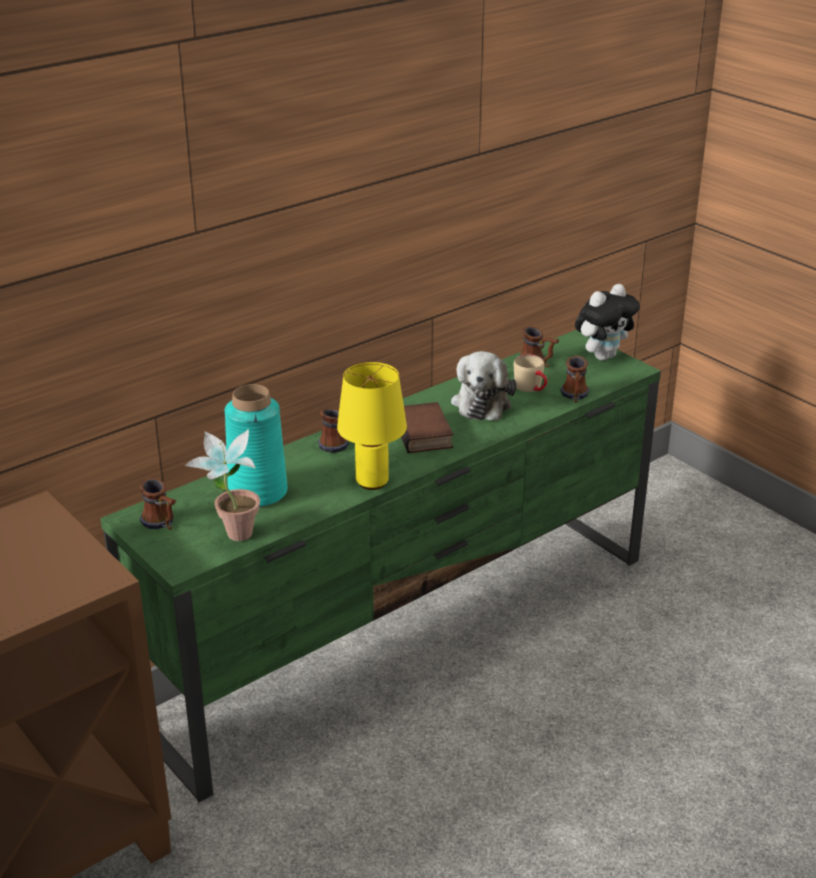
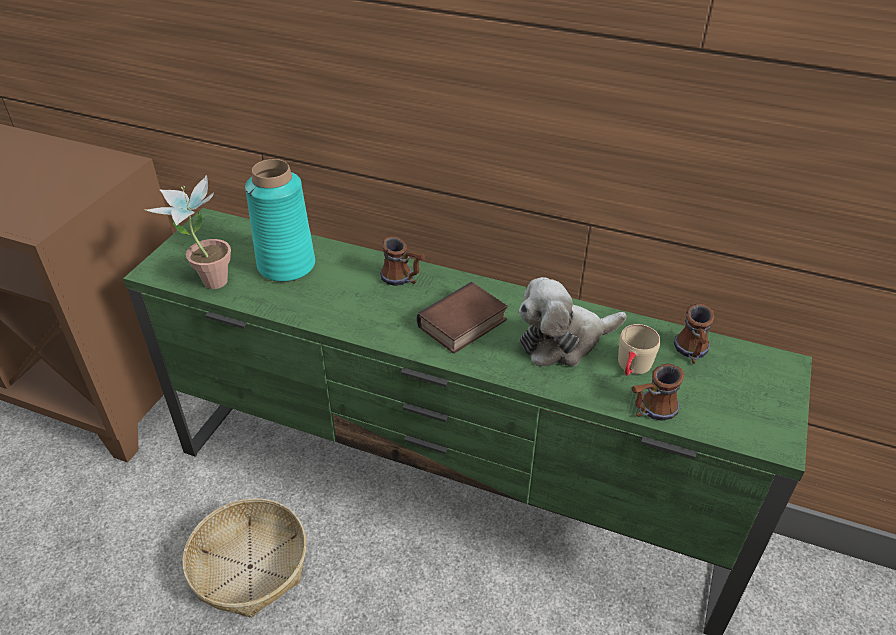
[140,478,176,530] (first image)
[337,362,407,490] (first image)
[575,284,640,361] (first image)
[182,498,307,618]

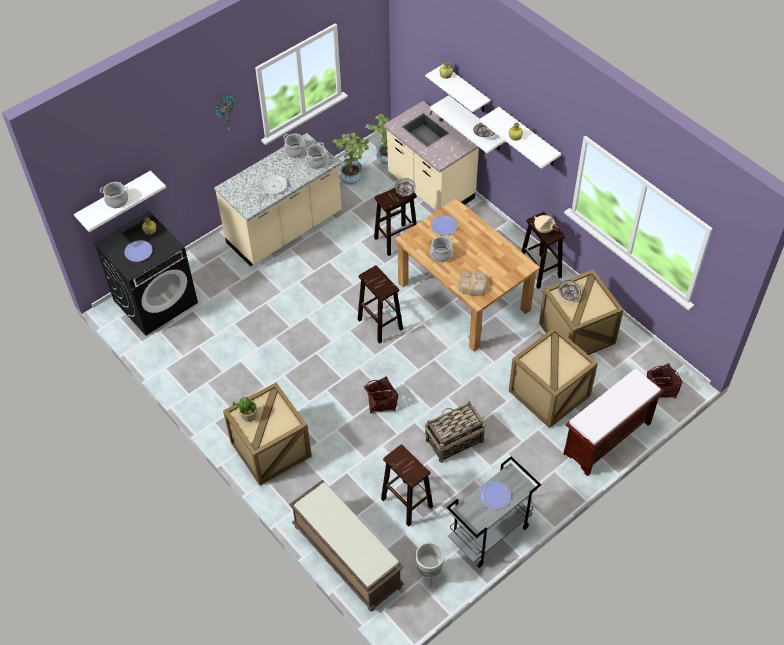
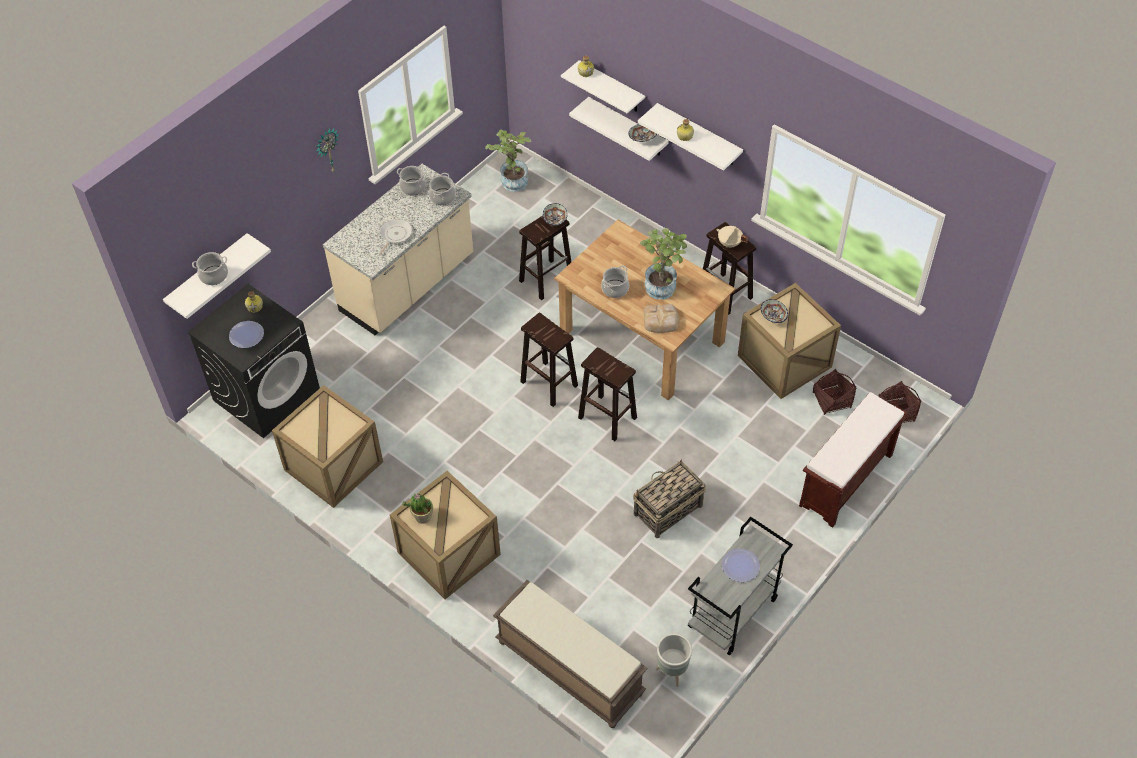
[383,101,479,211] (first image)
[431,215,458,236] (first image)
[640,228,687,300]
[813,369,856,415]
[578,347,637,441]
[272,385,383,508]

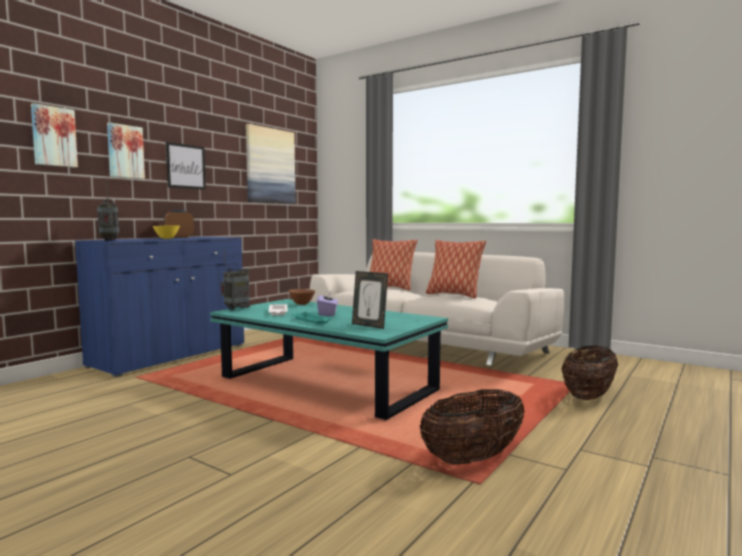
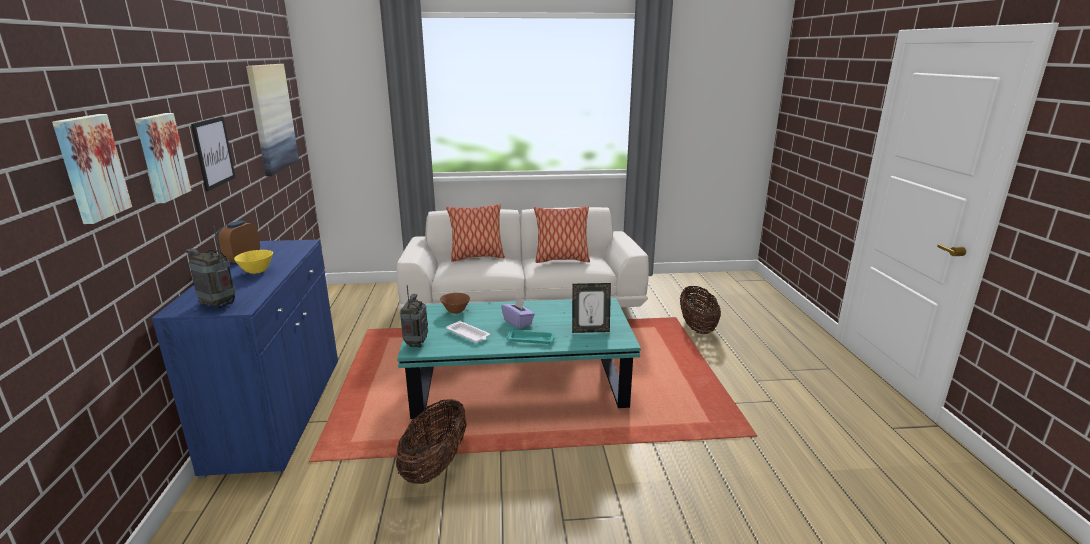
[396,399,467,484]

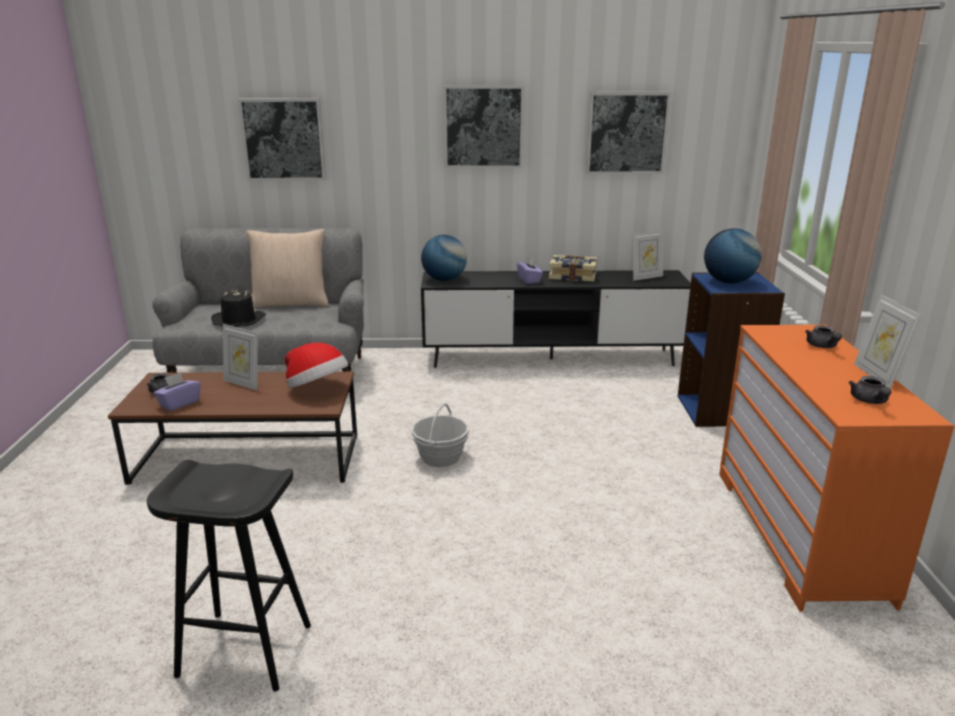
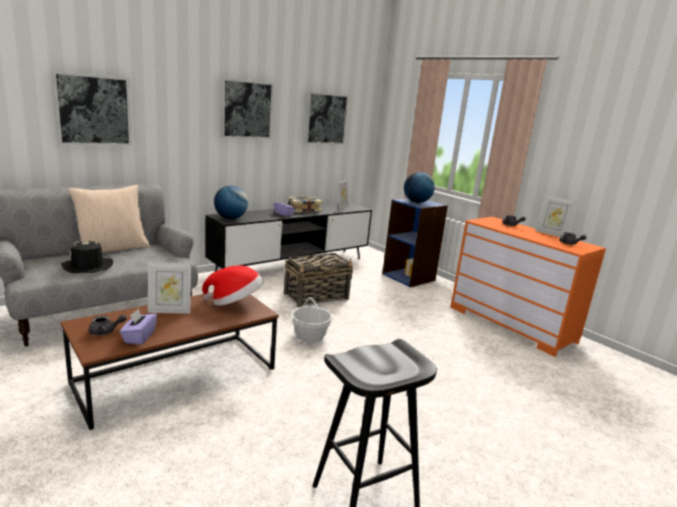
[284,253,353,307]

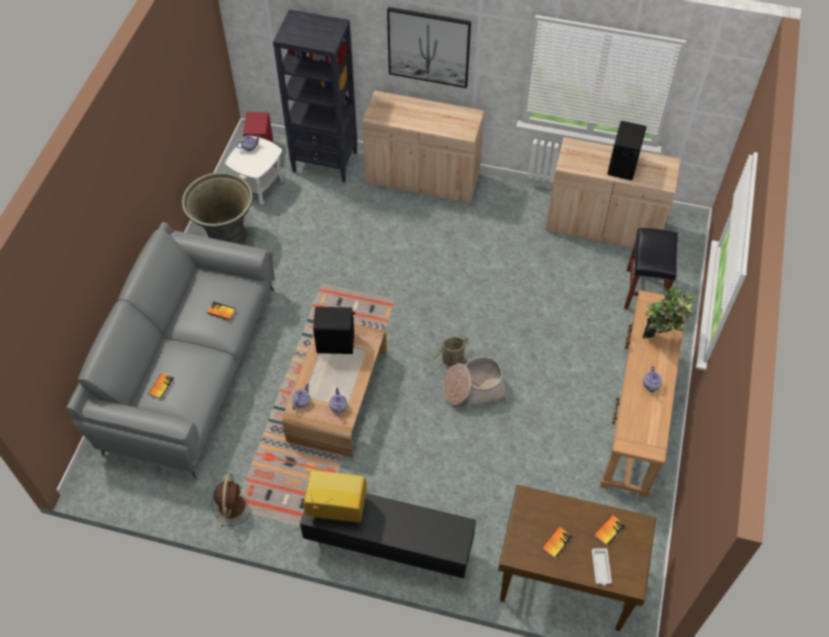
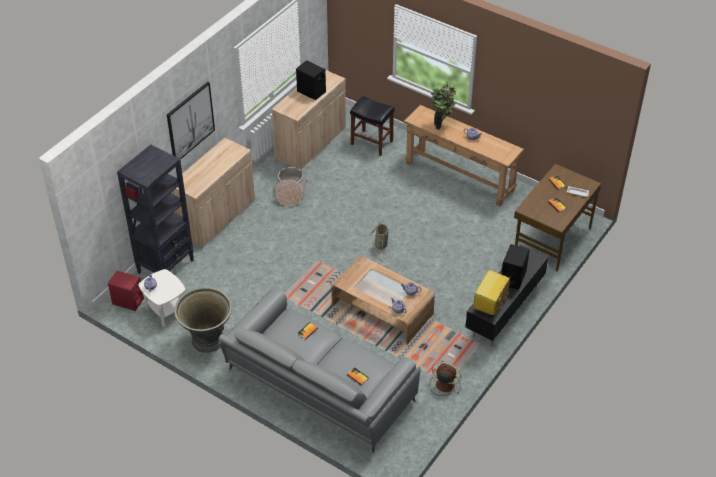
[501,244,530,290]
[275,167,307,206]

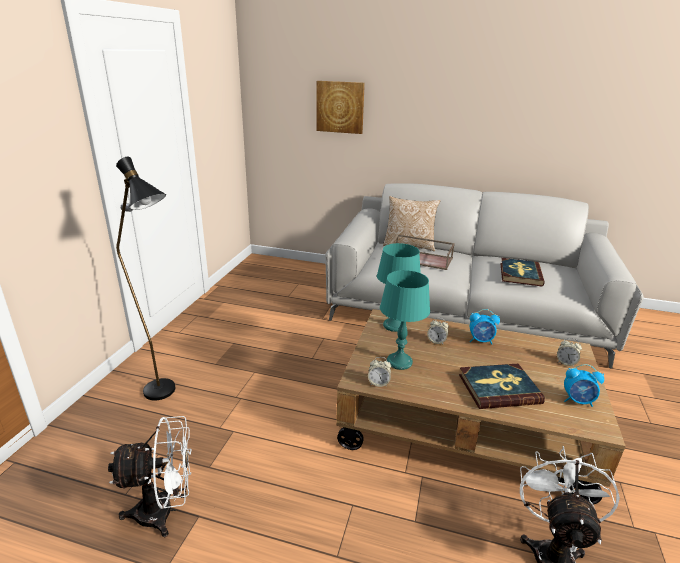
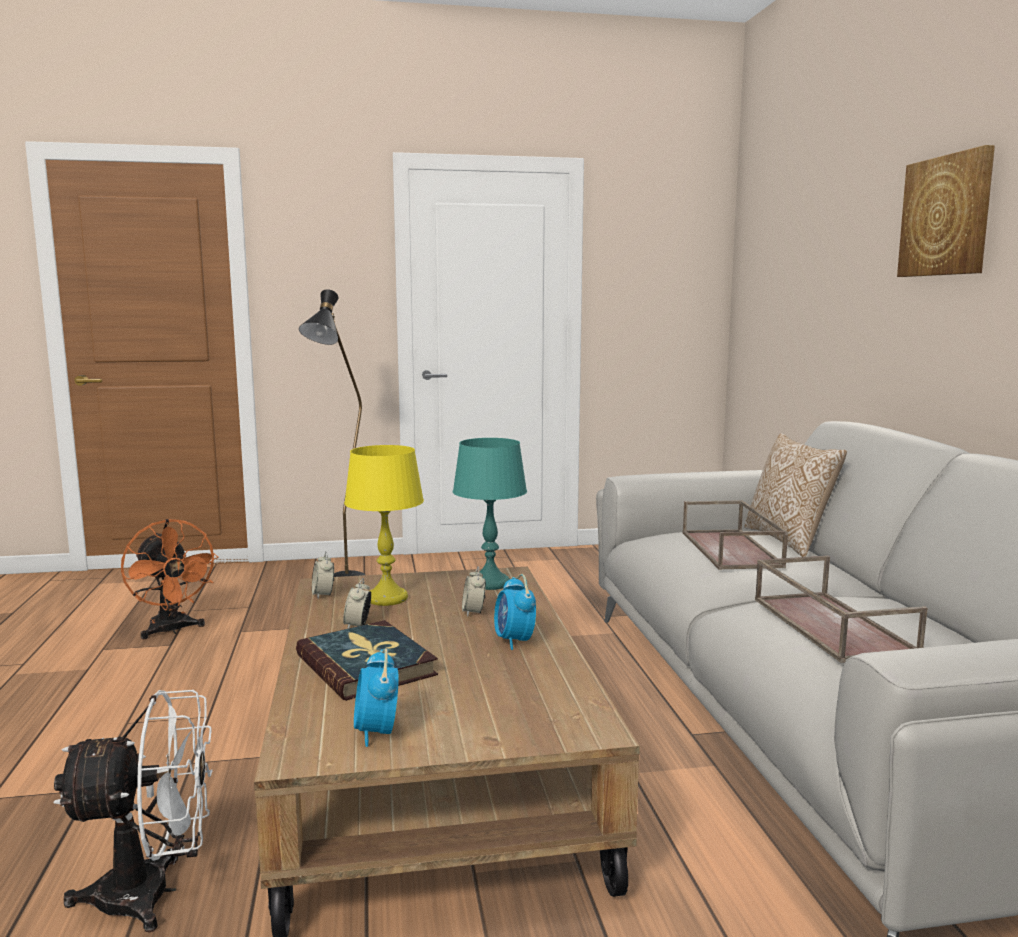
[897,145,995,277]
[343,578,371,628]
[755,556,927,663]
[121,519,218,639]
[344,445,424,606]

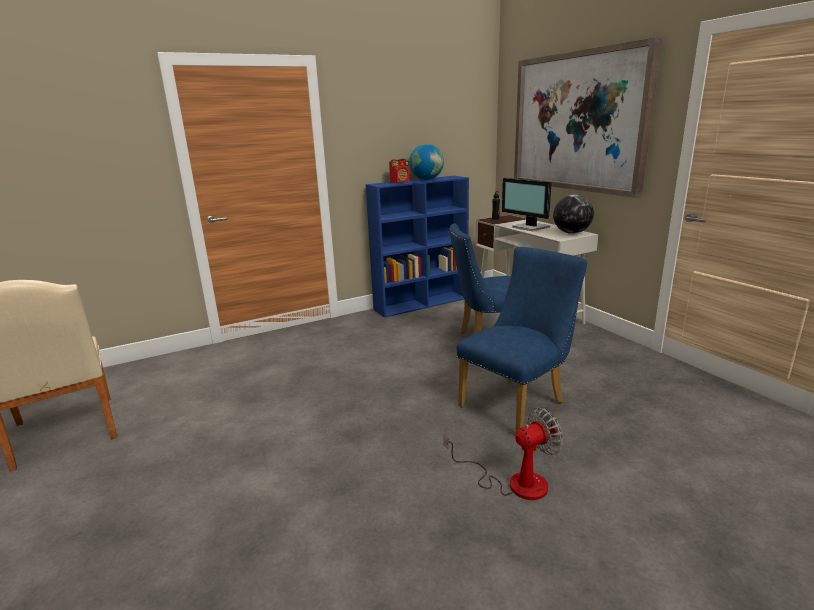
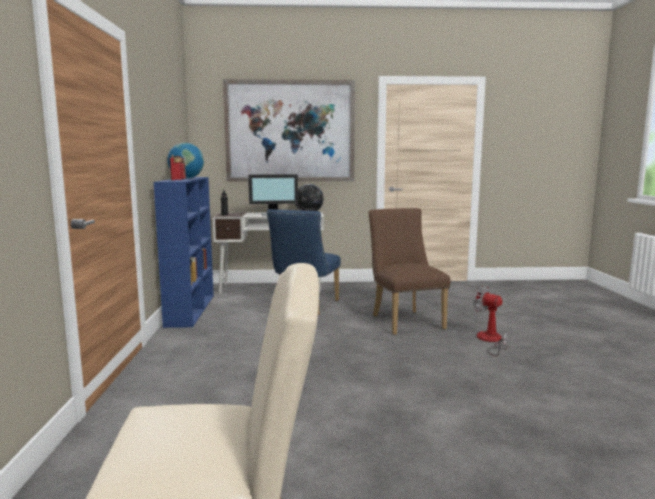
[369,208,451,335]
[473,284,509,356]

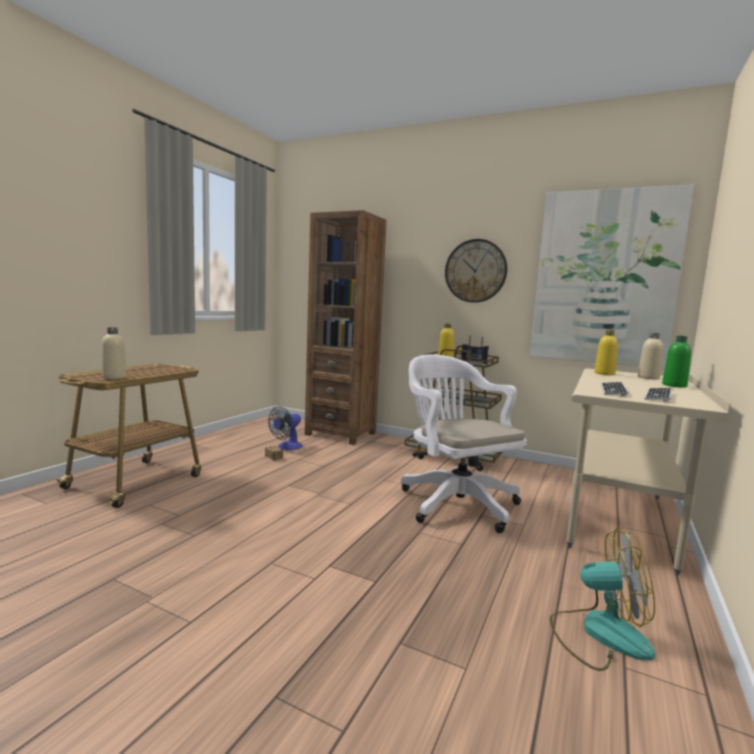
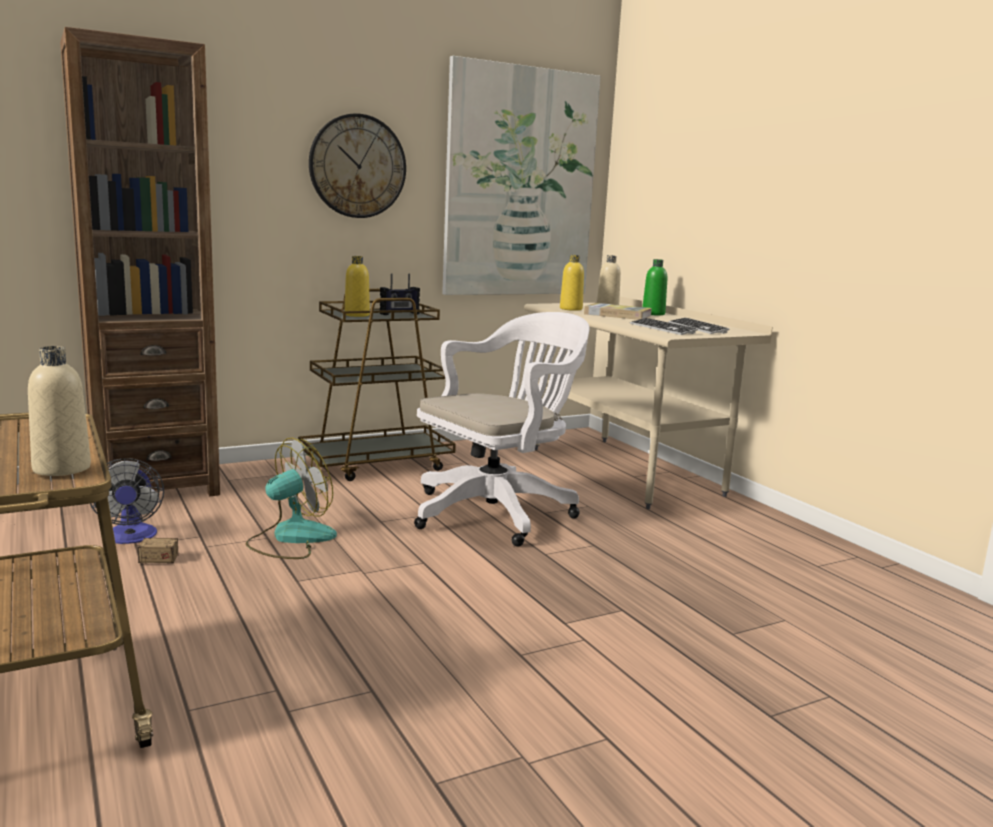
[584,303,652,320]
[246,438,337,559]
[414,312,589,547]

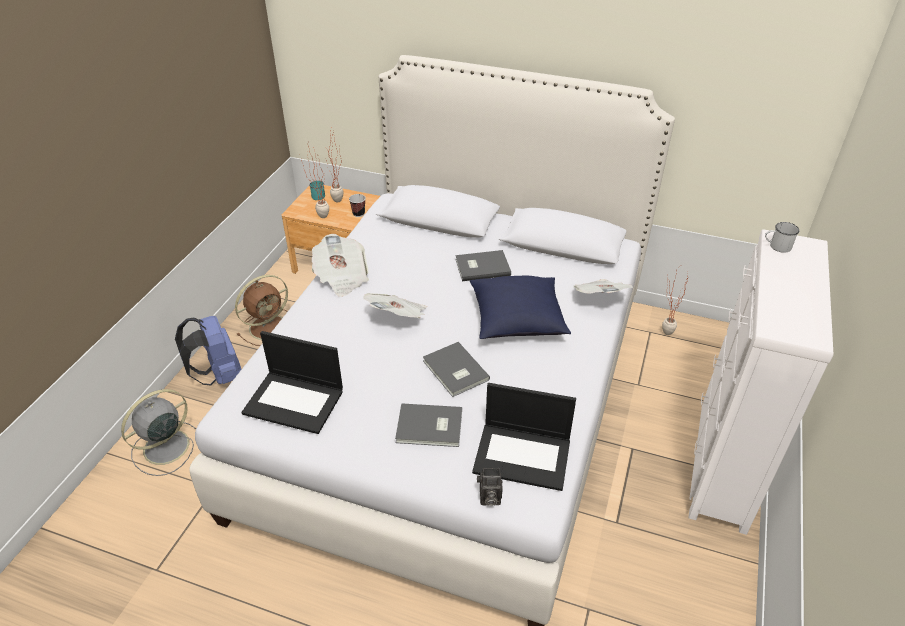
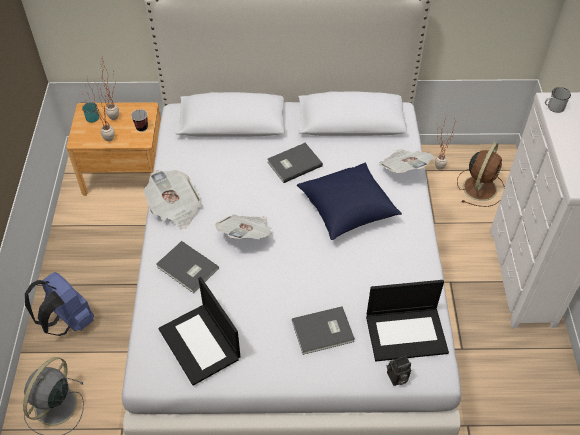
[457,142,505,207]
[156,241,219,293]
[159,277,240,386]

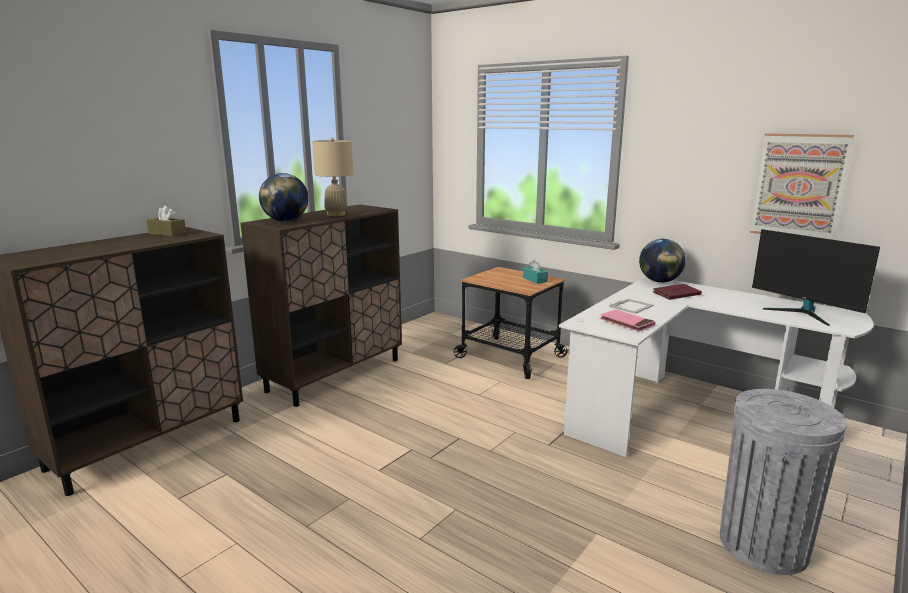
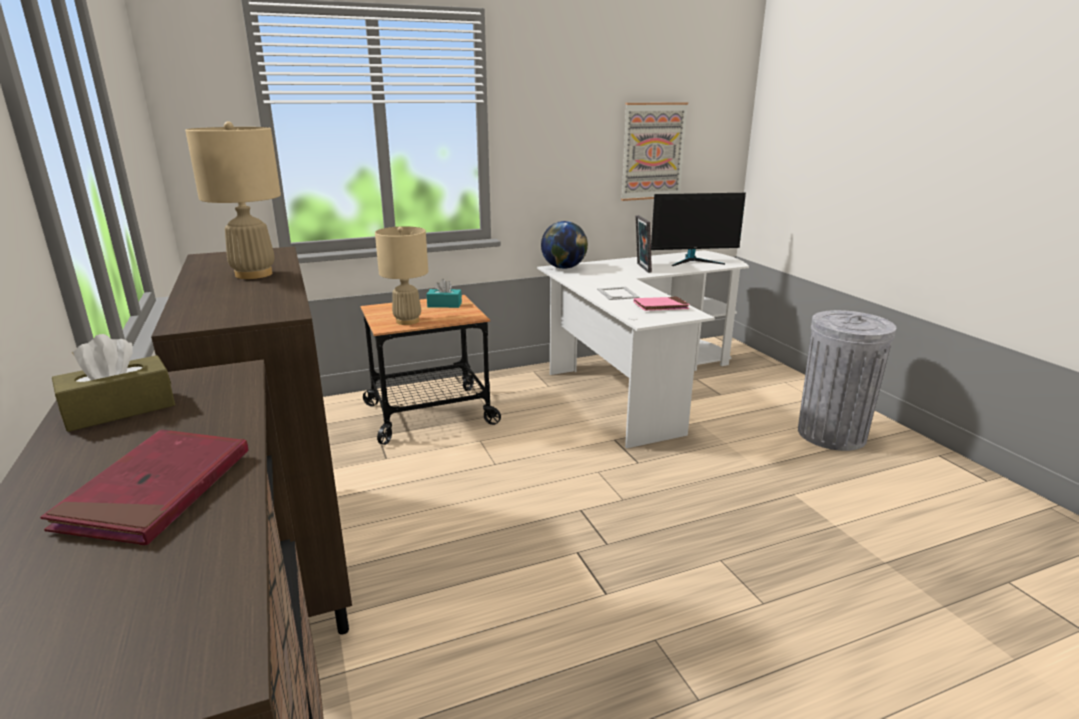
[259,173,308,222] (first image)
[375,226,428,325]
[635,215,652,273]
[40,429,248,545]

